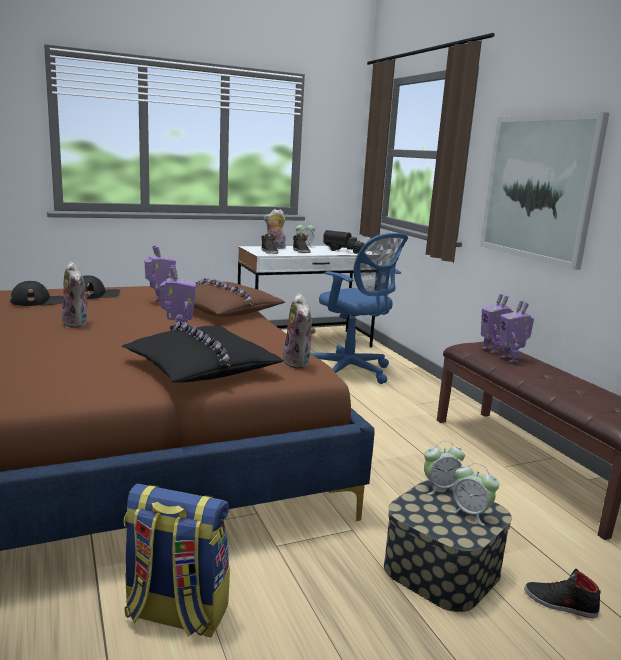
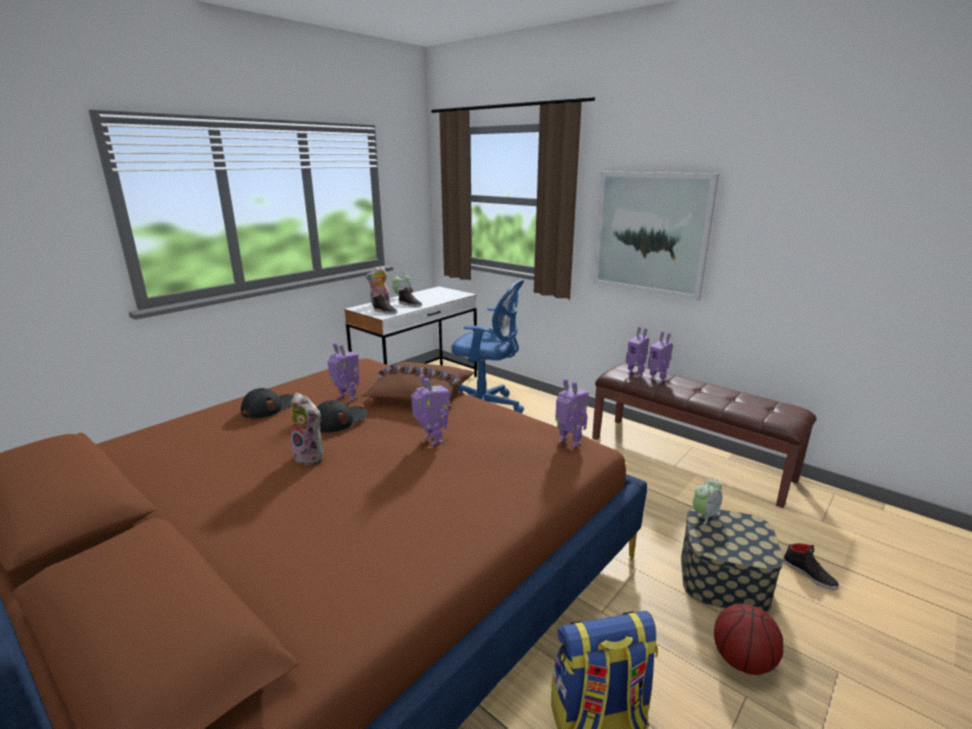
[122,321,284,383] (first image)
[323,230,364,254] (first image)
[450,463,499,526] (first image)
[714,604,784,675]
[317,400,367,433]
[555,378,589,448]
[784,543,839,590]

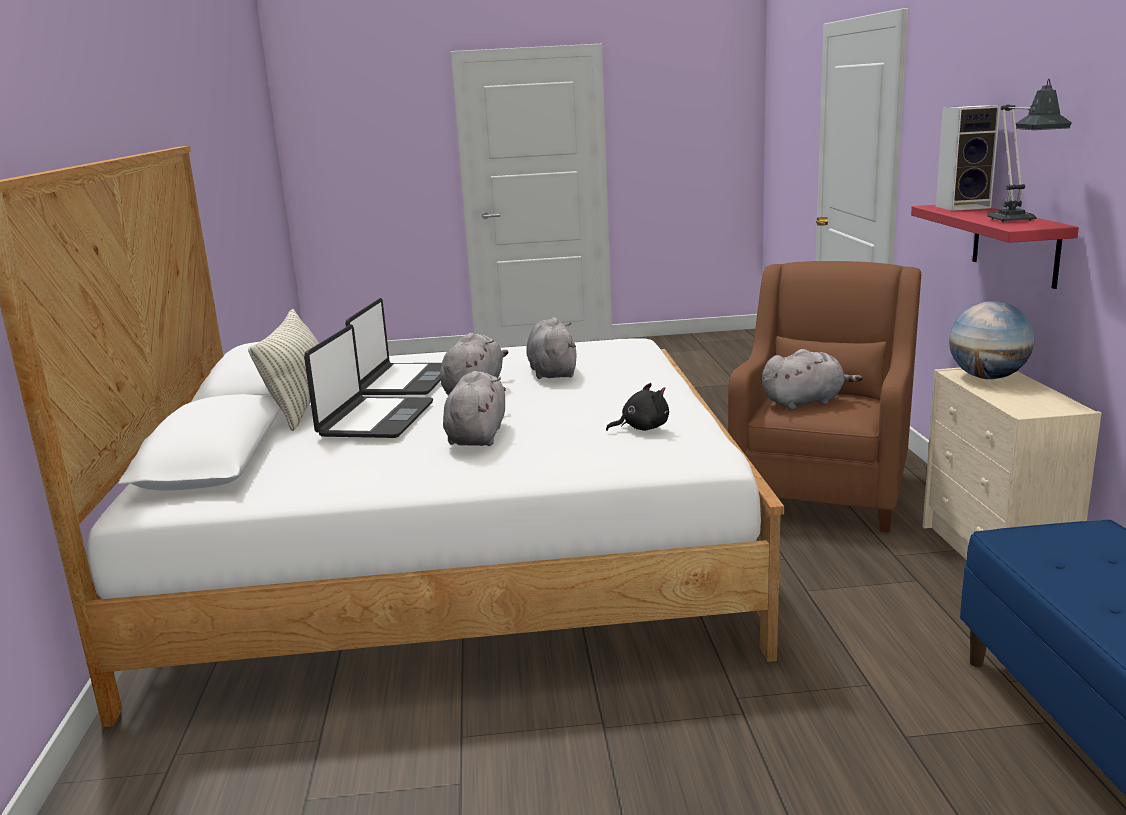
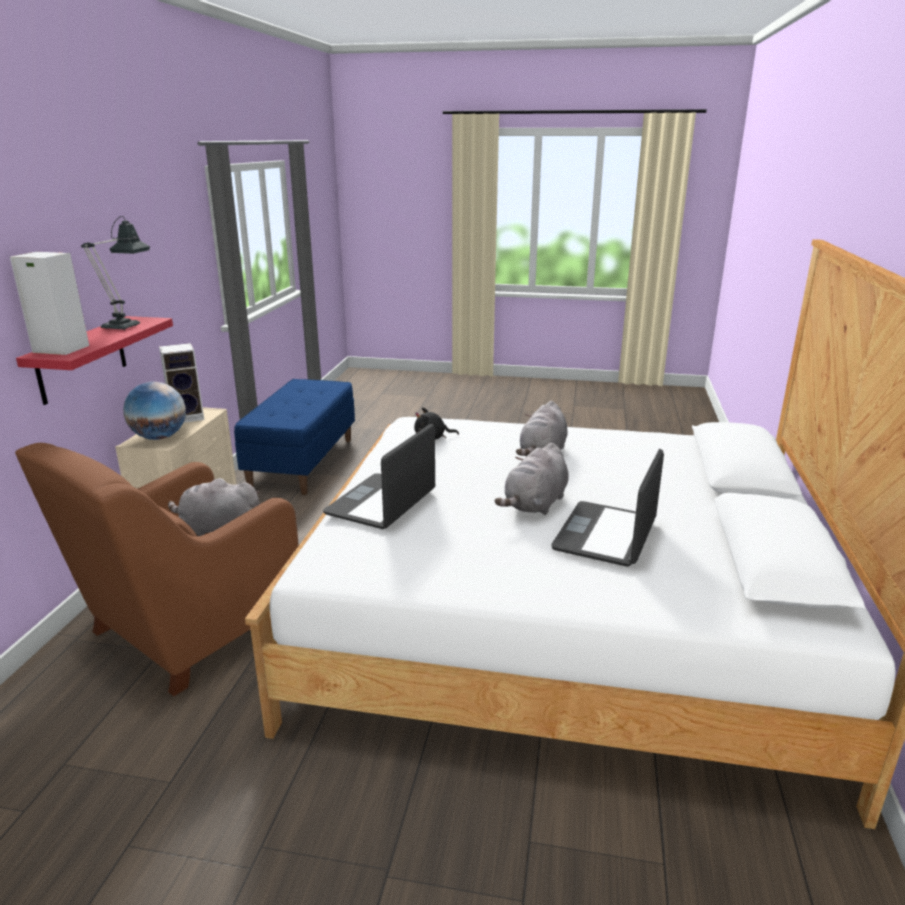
[248,309,319,431] (first image)
[526,317,576,379] (first image)
[159,343,204,423]
[323,424,435,529]

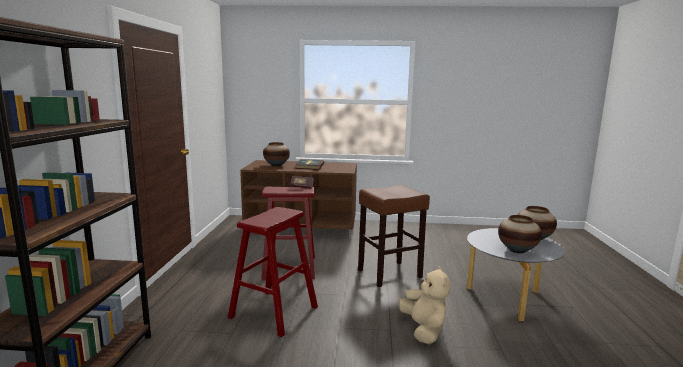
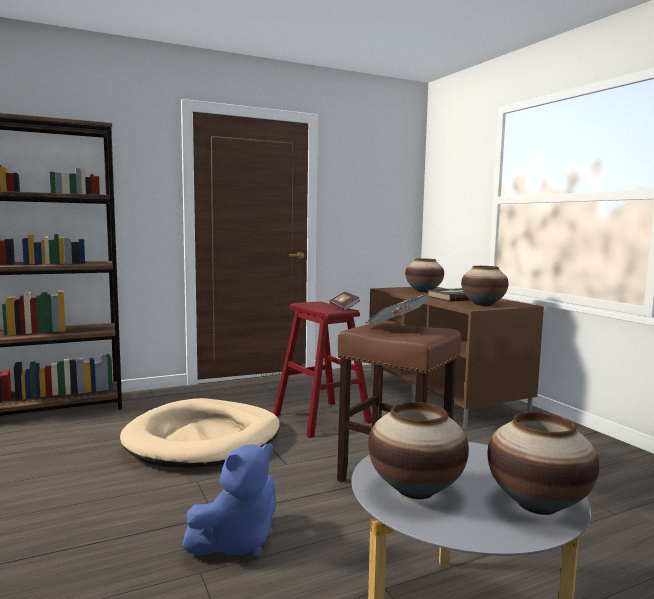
[365,294,431,324]
[461,266,509,306]
[120,398,280,468]
[182,443,277,557]

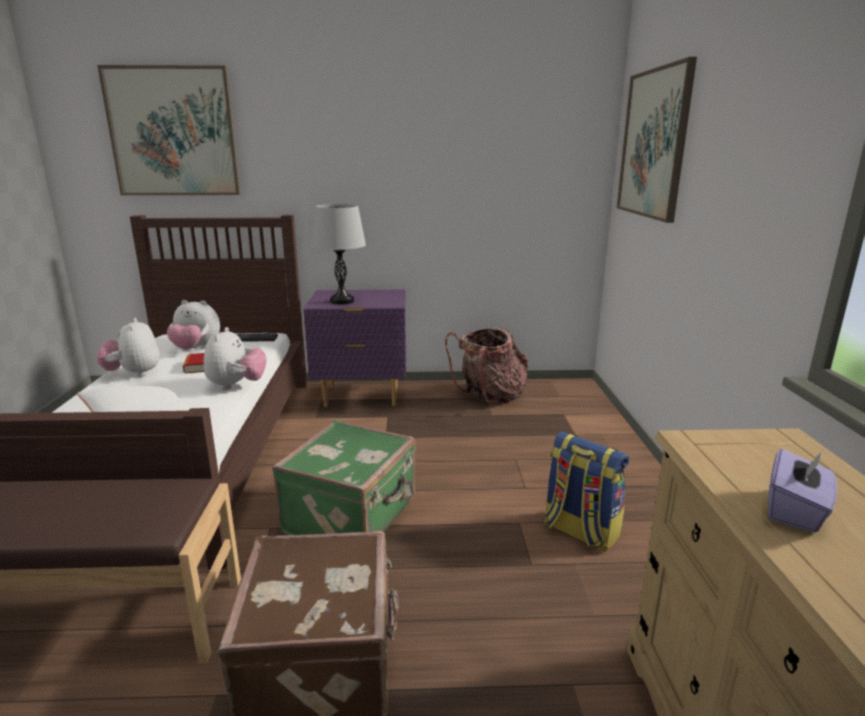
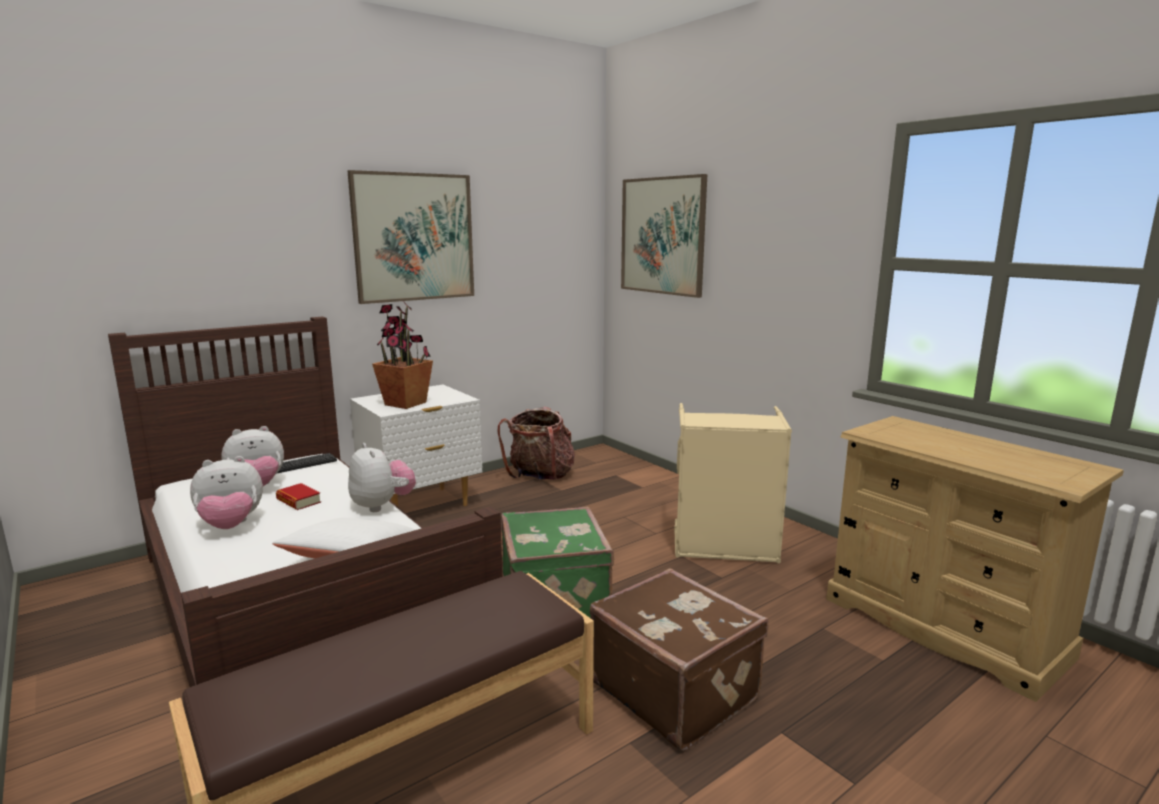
[768,449,837,533] (first image)
[347,170,474,304]
[372,300,433,409]
[674,403,792,563]
[350,384,482,506]
[190,456,263,529]

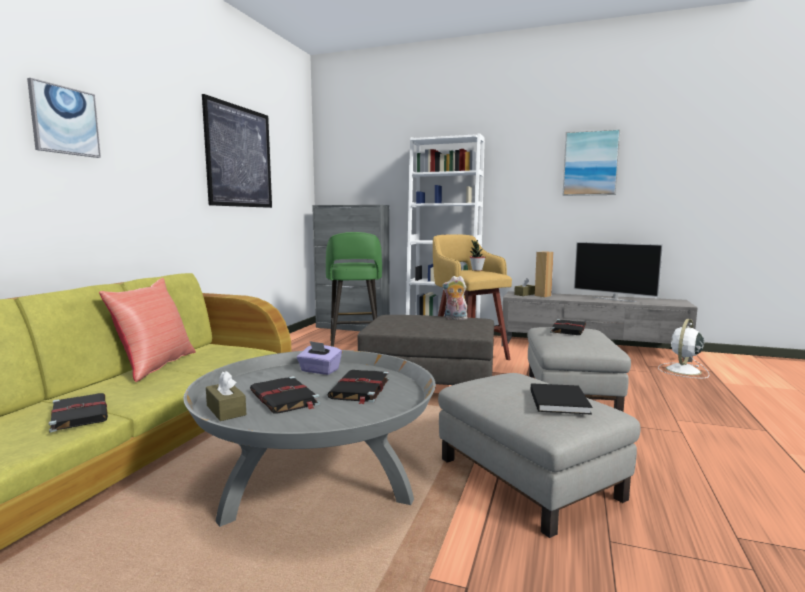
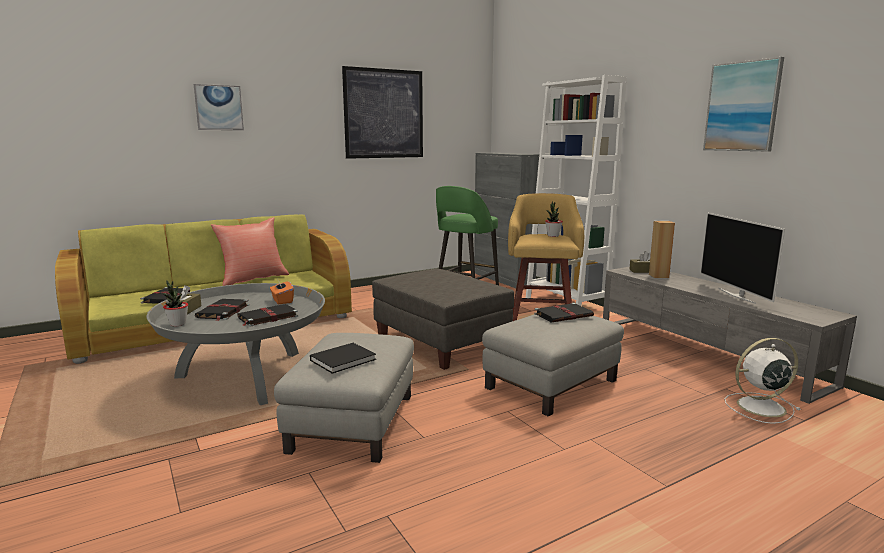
[442,276,469,320] (first image)
[162,280,188,327]
[270,280,294,304]

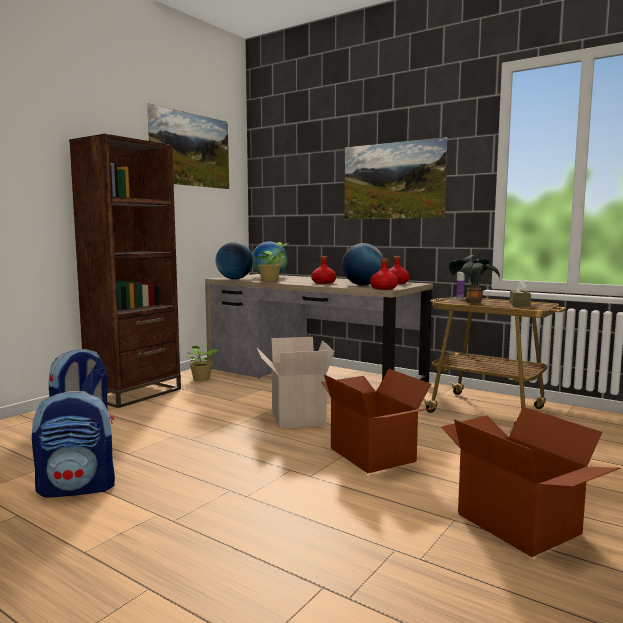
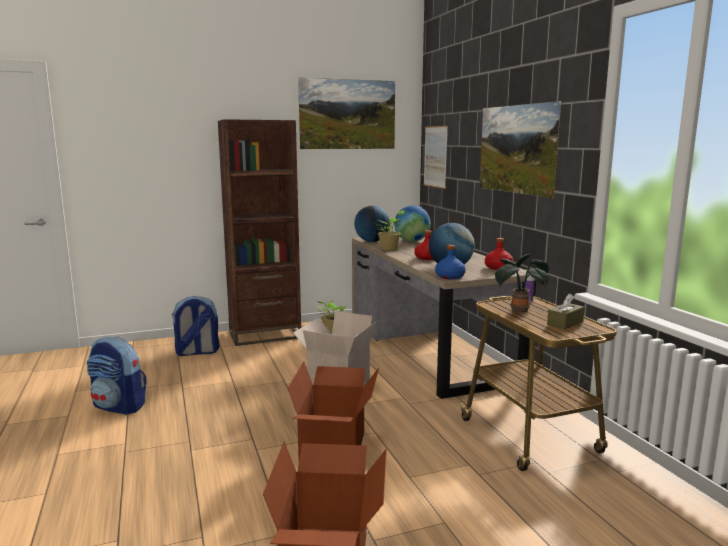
[424,126,448,189]
[435,245,466,279]

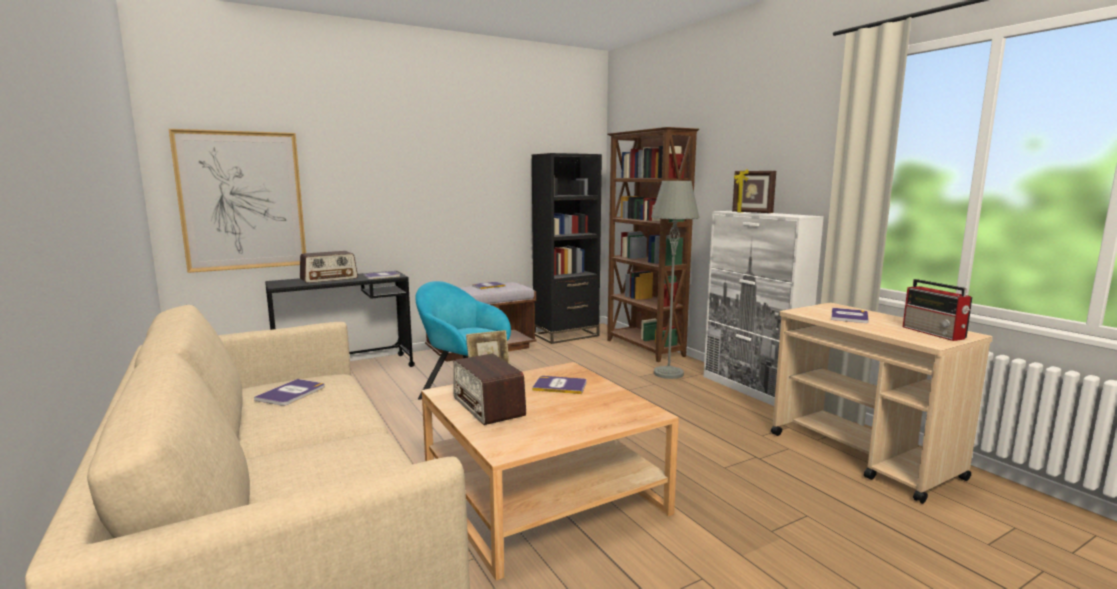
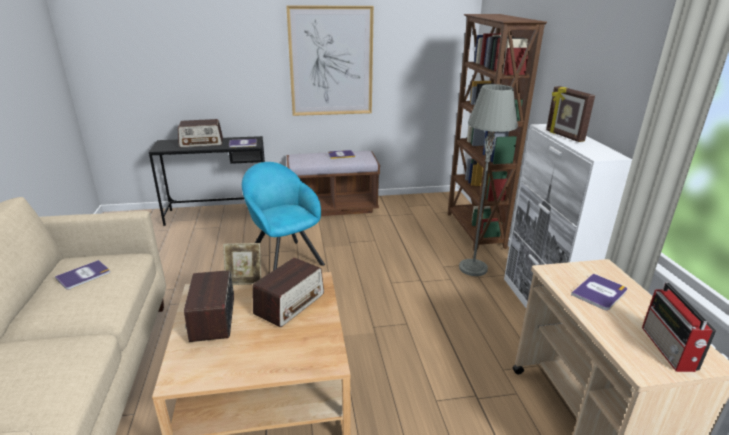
[532,153,602,344] (first image)
[286,5,374,116]
[252,258,324,327]

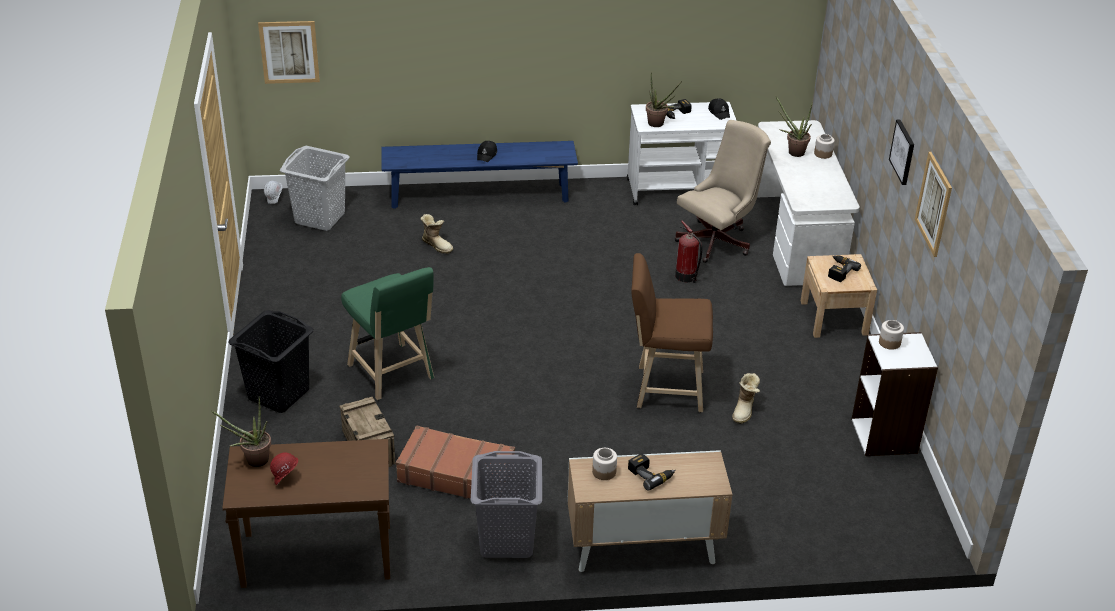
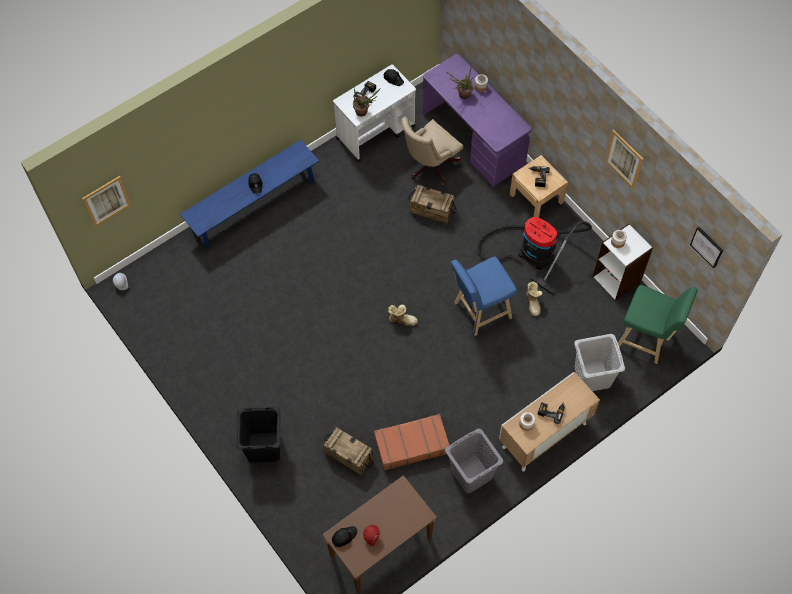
[477,217,592,295]
[574,334,625,391]
[618,285,698,364]
[388,305,418,326]
[690,227,723,268]
[332,526,357,547]
[408,185,457,224]
[451,256,517,336]
[423,54,532,187]
[401,117,463,186]

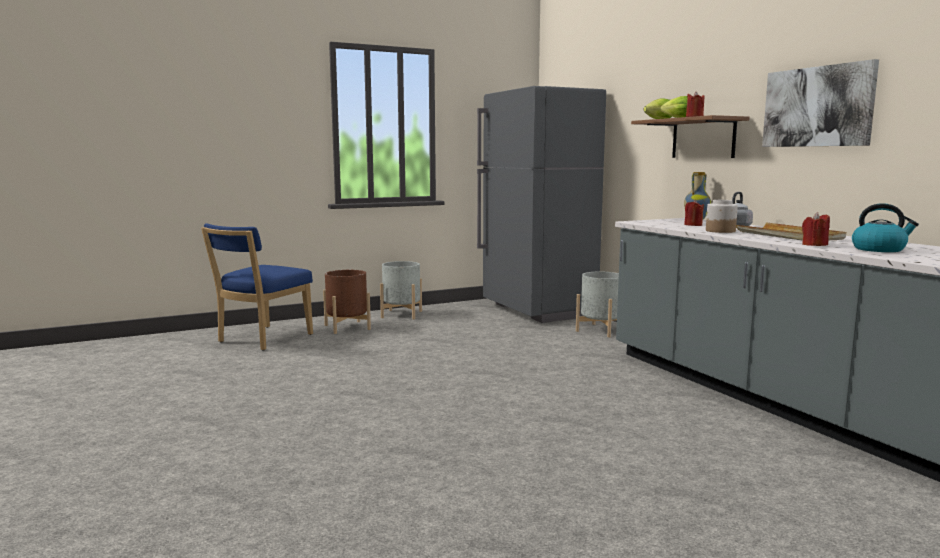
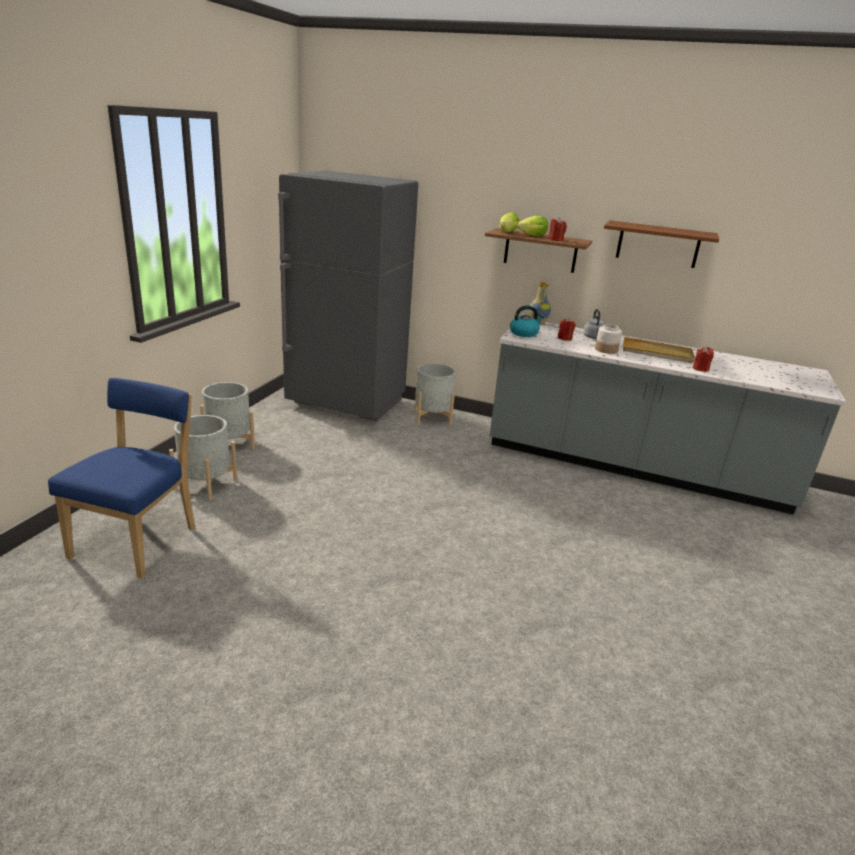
[510,305,544,337]
[604,220,719,268]
[169,415,237,501]
[48,378,195,579]

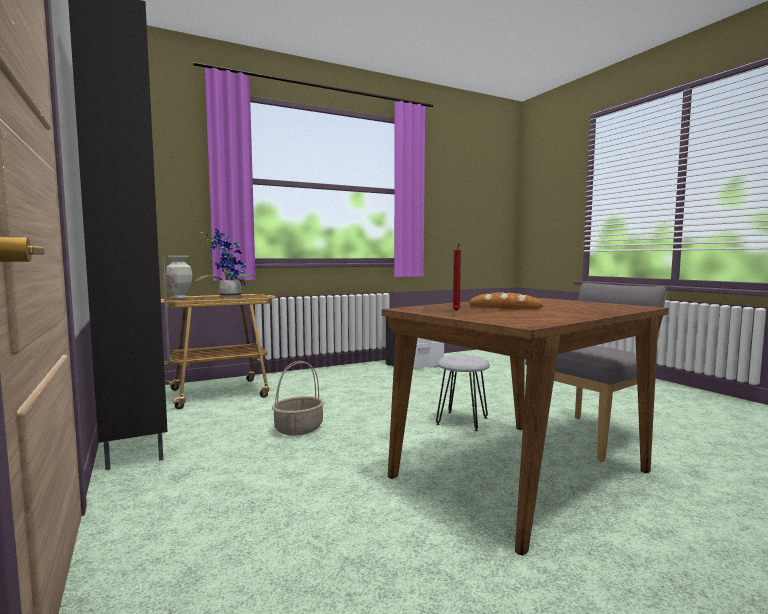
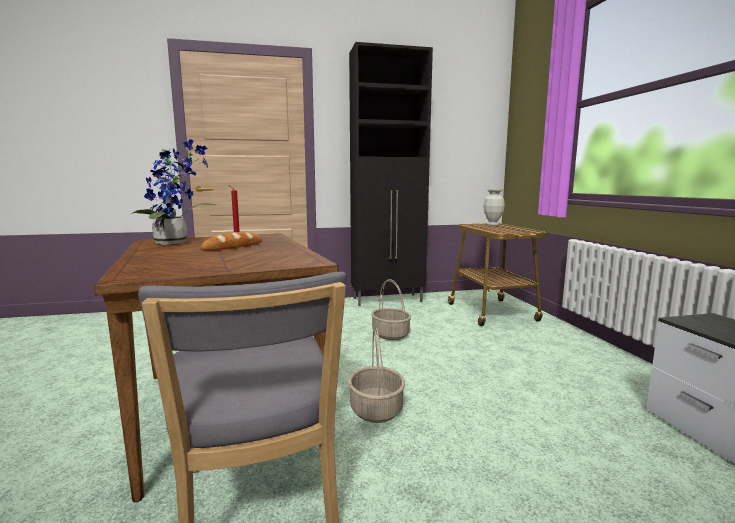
[133,139,217,245]
[348,328,405,423]

